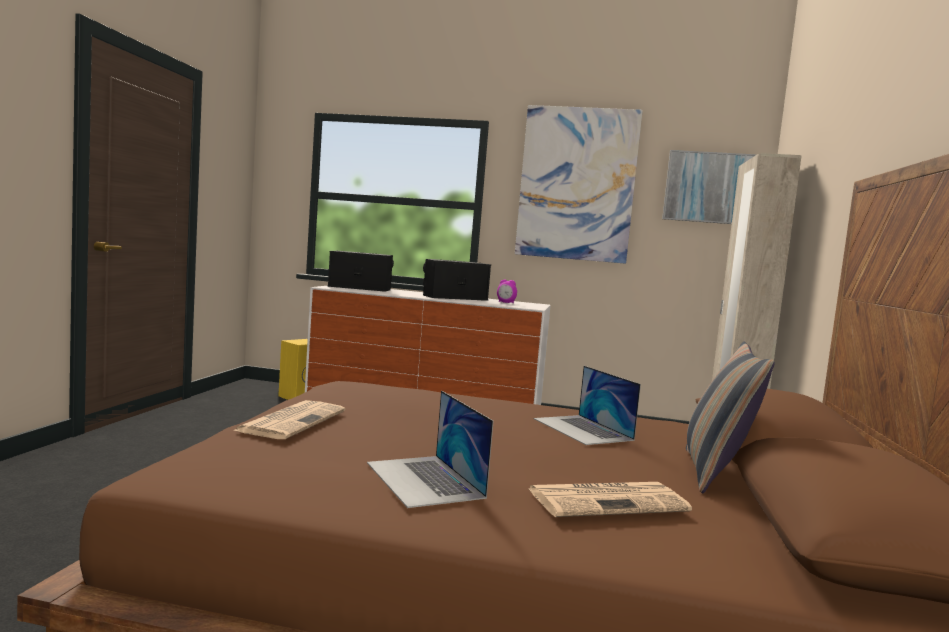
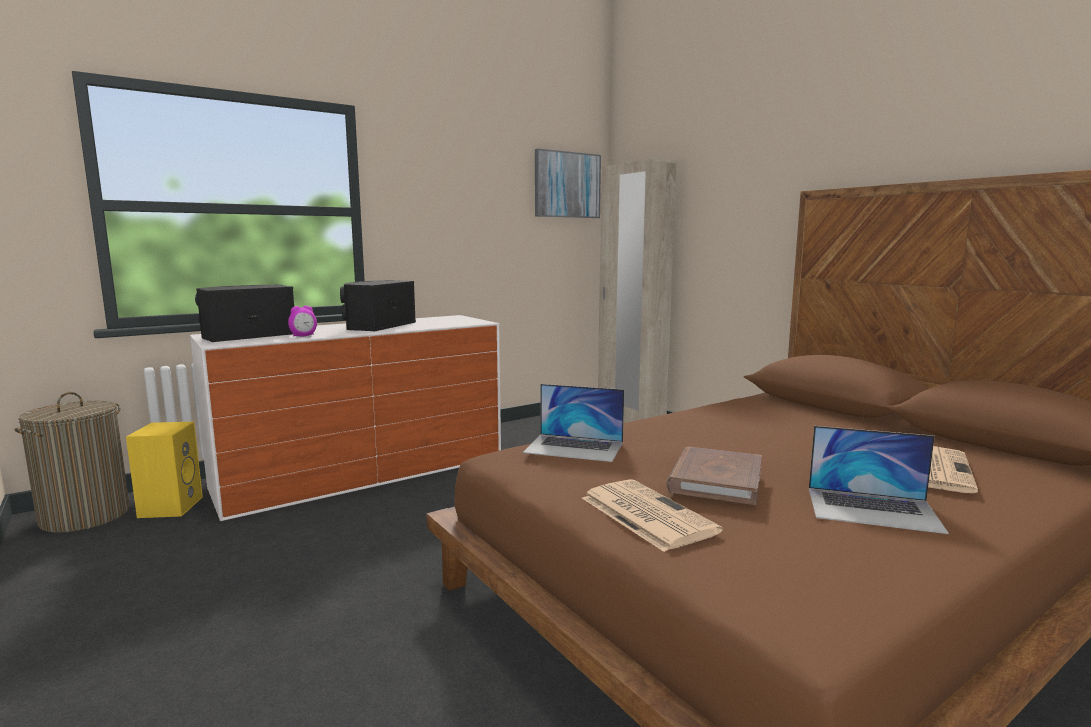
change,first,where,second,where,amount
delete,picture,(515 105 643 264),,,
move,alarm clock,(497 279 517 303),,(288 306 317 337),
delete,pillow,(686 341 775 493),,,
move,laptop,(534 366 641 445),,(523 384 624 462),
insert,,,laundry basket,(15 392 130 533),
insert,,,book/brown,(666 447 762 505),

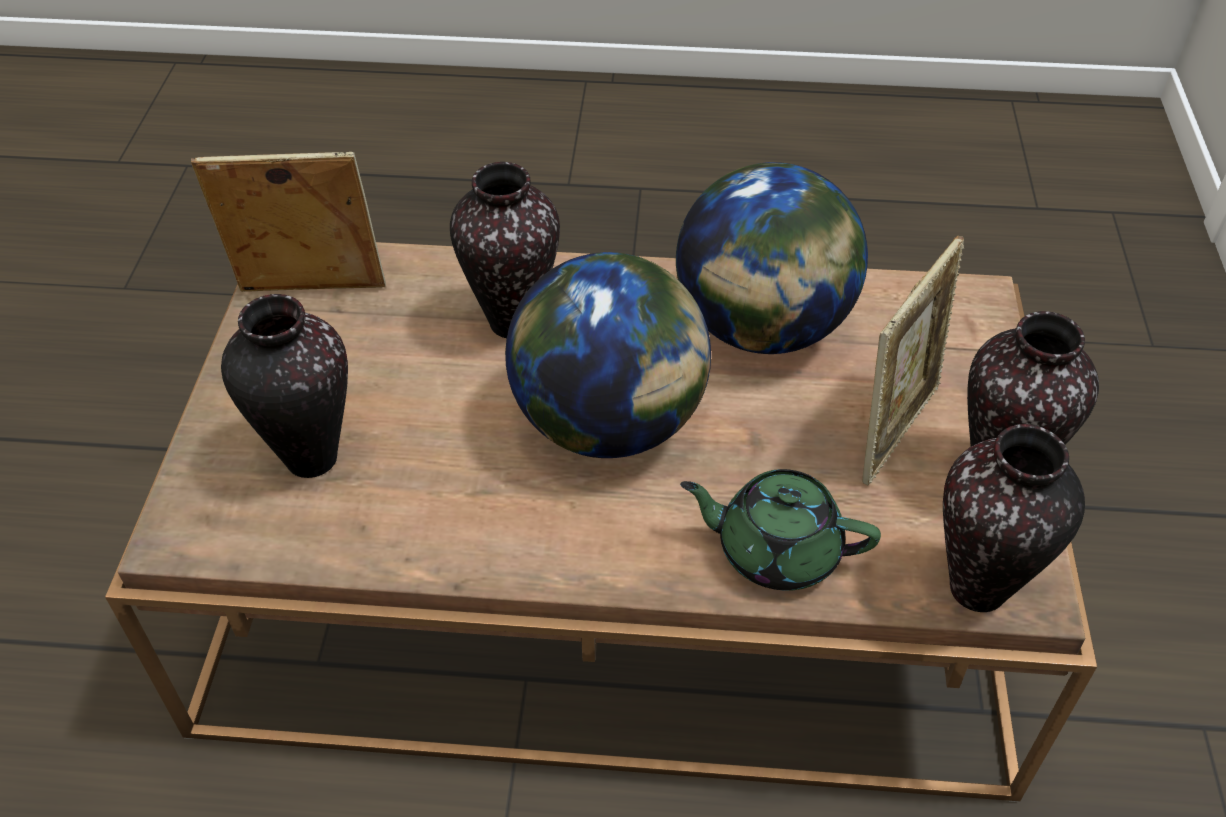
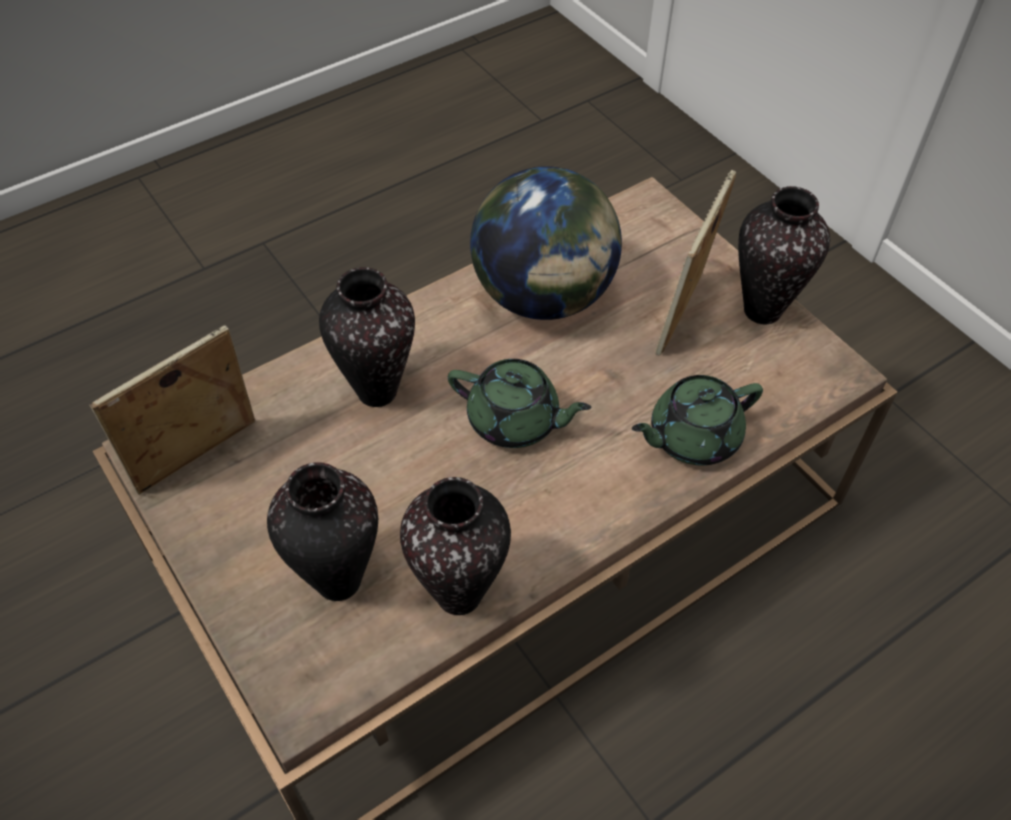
change,first,where,second,where,amount
rotate,picture frame,(862 236 964 486),,(655 170 736 356),150 degrees counterclockwise
replace,globe,(505 252 711 458),teapot/green,(448 359 591 448),
move,vase,(943 424 1085 612),,(400 477 511 615),

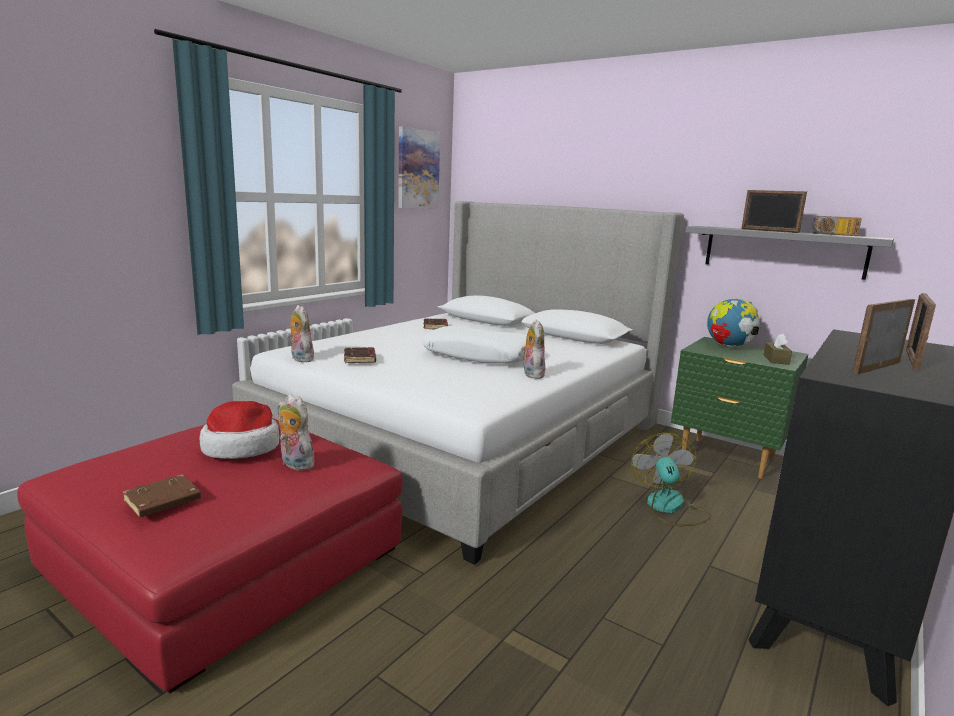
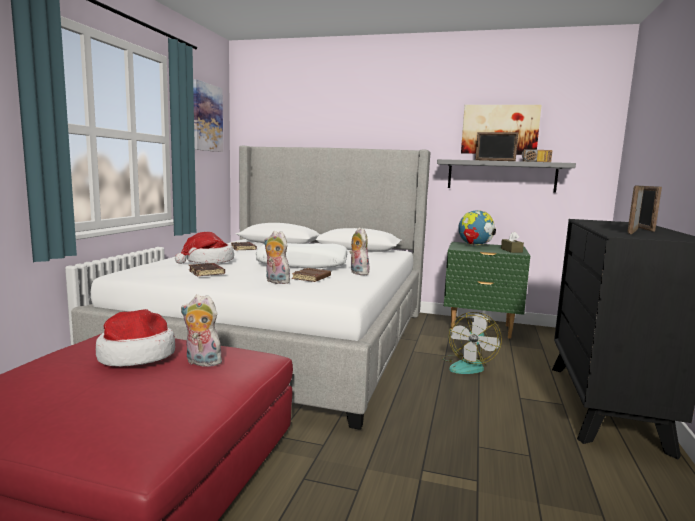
change,first,where,second,where,amount
move,plush toy,(288 305 315 362),,(264 231 290 284),
rotate,fan,(631 433 712 526),,(442 312 502 374),135 degrees counterclockwise
move,book/brown,(123 474 201 518),,(292 268 331 282),
insert,,,picture,(461 105 541 155),
insert,,,hat,(175 232 234 264),

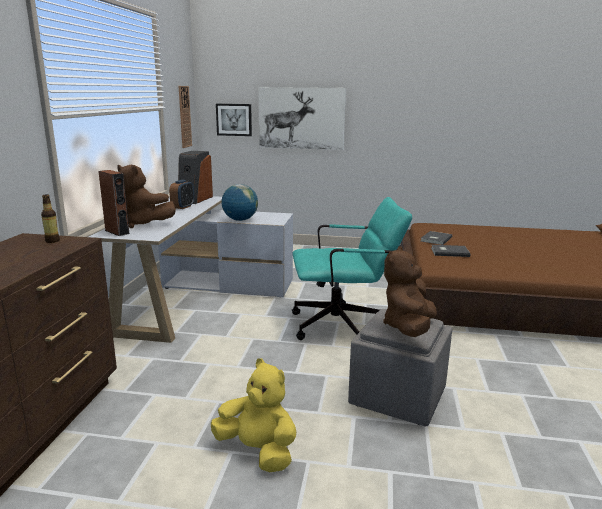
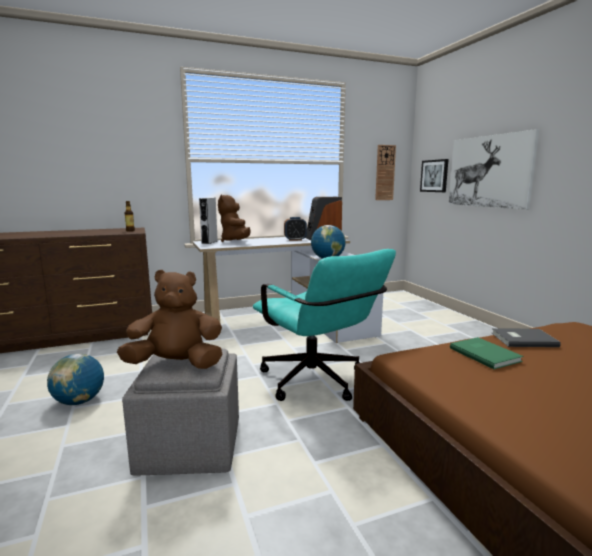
change,first,where,second,where,amount
recolor,speaker/brown,(98 170 129 236),speaker/grey,(199 198 218 244),
recolor,book/grey,(431 245 471 257),book/green,(450 337 523 369),
replace,plush toy/yellow,(211 358 296 472),globe,(47 354 104 405),

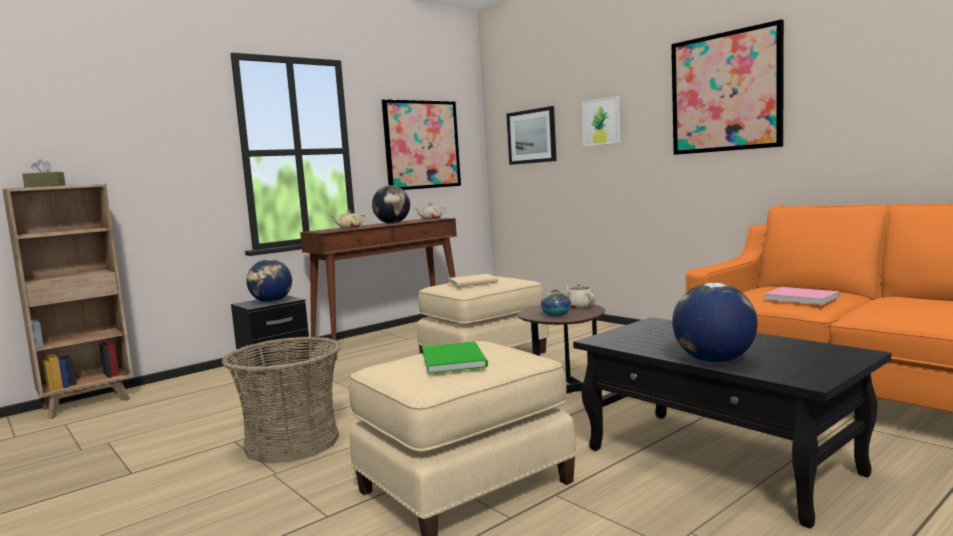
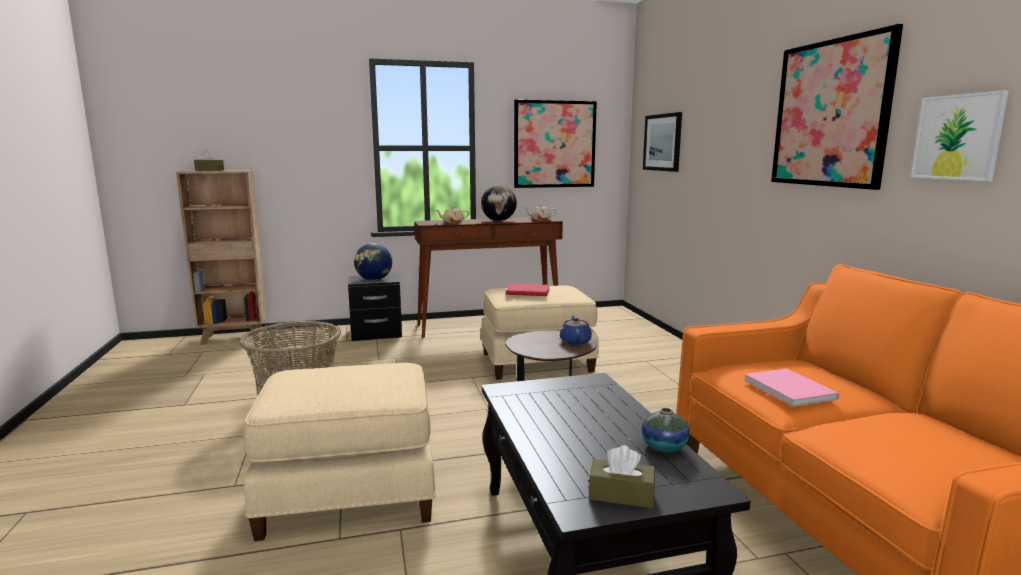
change,first,where,second,where,amount
move,picture,(582 96 621 146),,(911 90 1009 181),
recolor,book/beige,(448 274 498 287),book/red,(506 283 550 296),
recolor,teapot/beige,(564 283 596 309),teapot/blue,(560 316 592 345),
delete,globe,(672 283 757 363),,,
move,vase,(541 290 571 317),,(642 408 690 453),
delete,book/green,(422 341 488 374),,,
insert,,,tissue box/brown,(589 445 655 508),

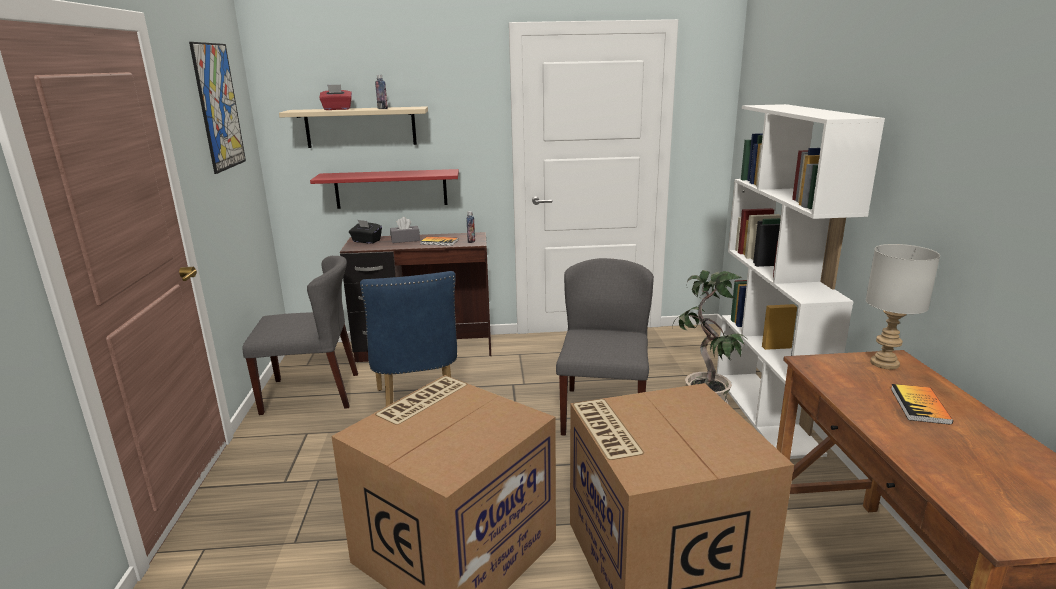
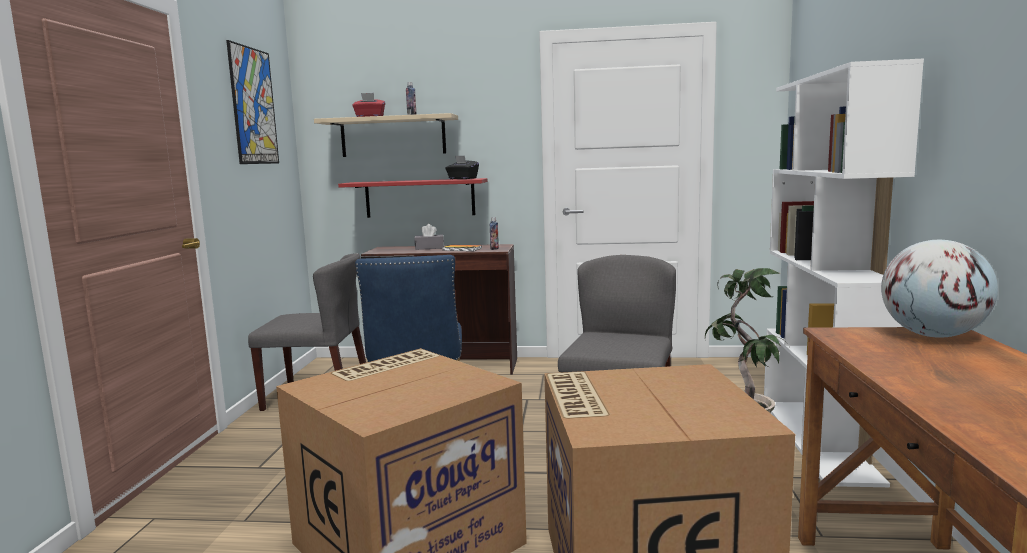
change,first,where,second,where,amount
move,tissue box/black,(349 220 382 244),,(445 155 479 179),
replace,table lamp/grey,(866 244 940 369),globe,(881 240 998 338),
delete,book,(891 384 953 425),,,

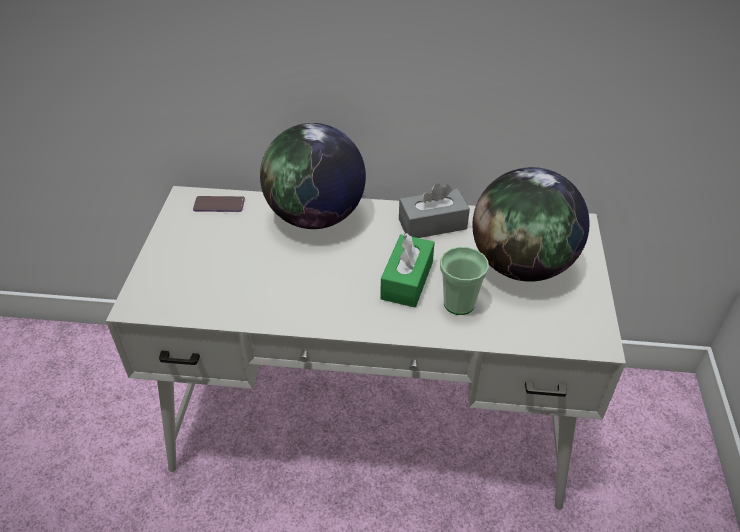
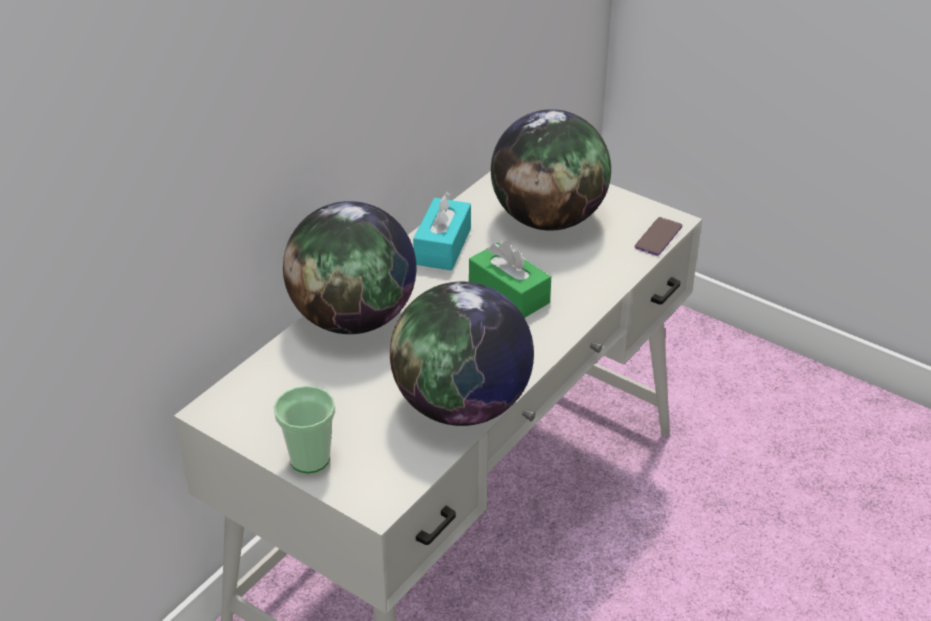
change,first,where,second,where,amount
recolor,tissue box/grey,(399 183 470 238),tissue box/turquoise,(413 191 471 271),
move,phone,(193 196 245 212),,(635 217 682 256),
move,cup,(440 247 489 315),,(274 386 335 474),
insert,,,globe,(390 282 534 426),

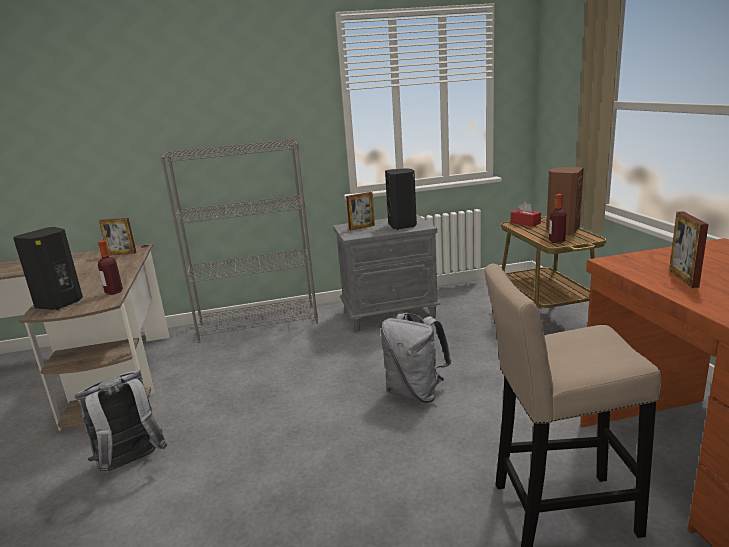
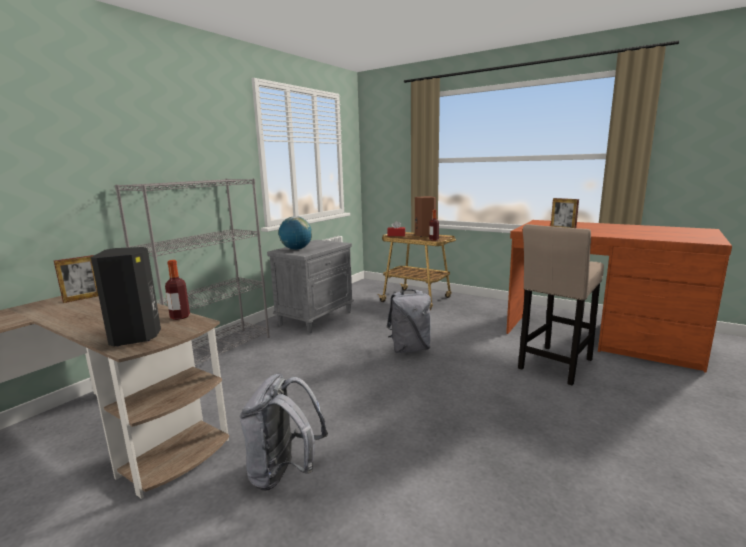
change,first,where,second,where,amount
delete,speaker/black,(385 168 417 230),,,
replace,picture frame,(346 192 375 230),globe,(279 216 312 250),

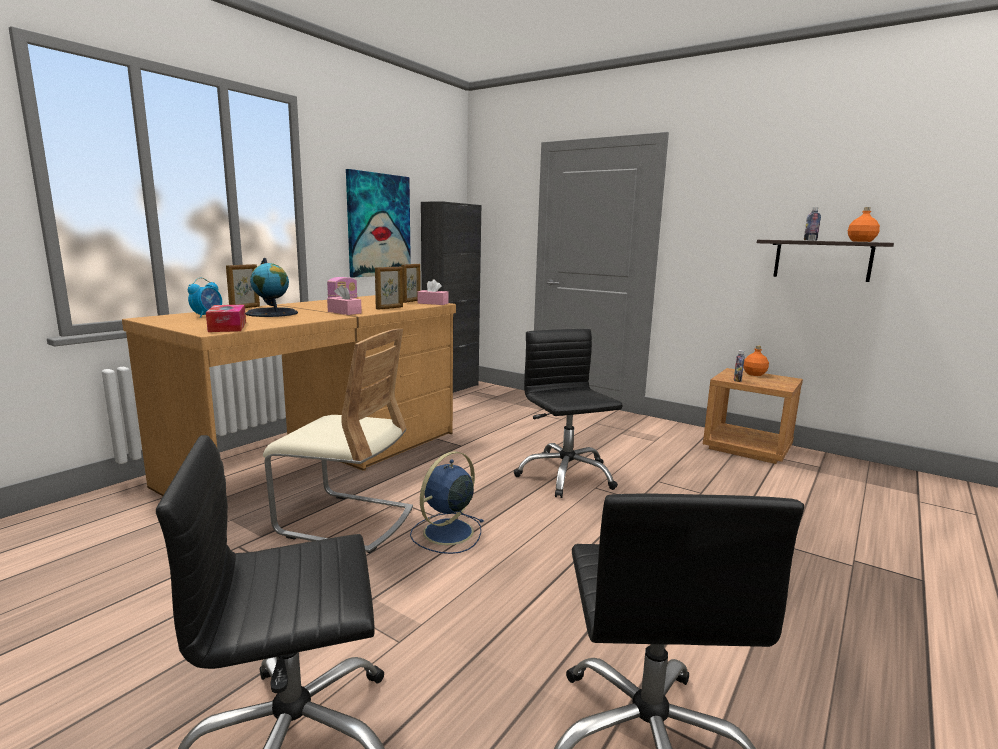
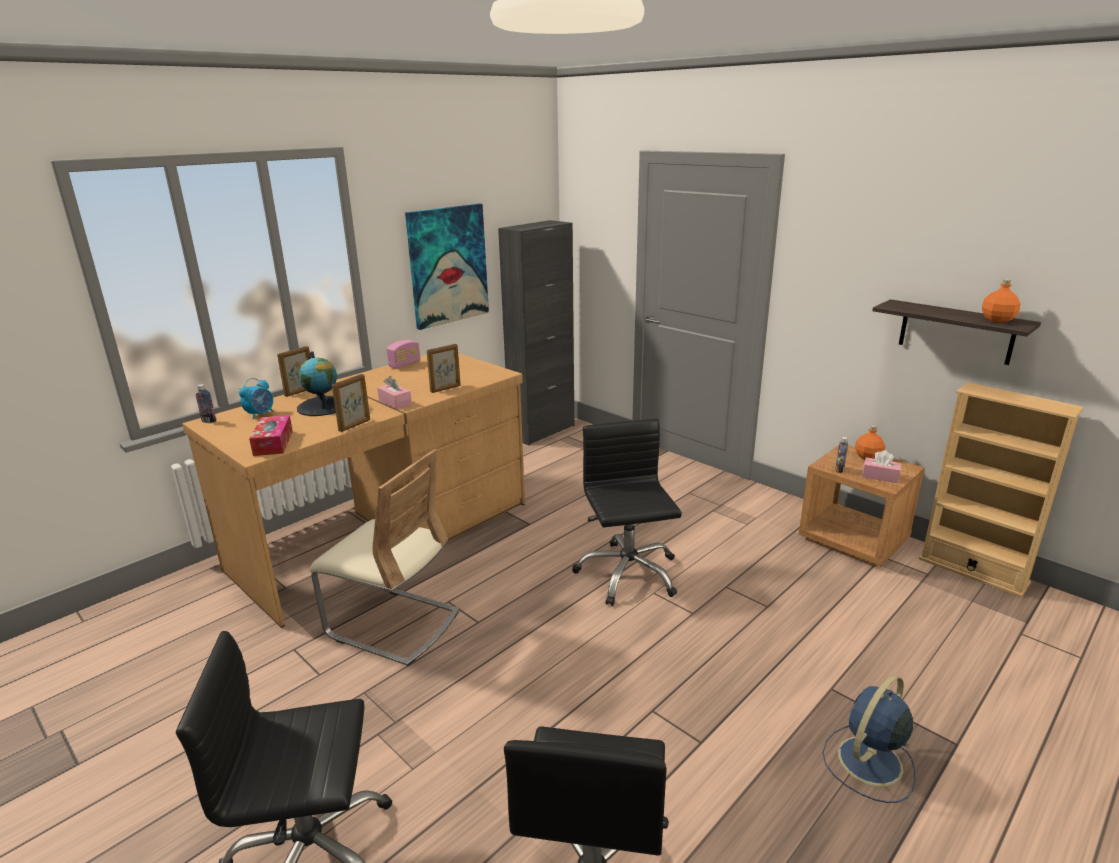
change,first,where,second,where,amount
move,bottle,(804 207 821 241),,(196 384 216 423),
move,picture frame,(401 264 421 303),,(332 374 370 432),
move,tissue box/pink,(418 279 449 305),,(862 450 901 483),
move,fan/blue,(410 451 483 554),,(822 675 915 803),
insert,,,bookcase/beige,(919 382 1084 597),

